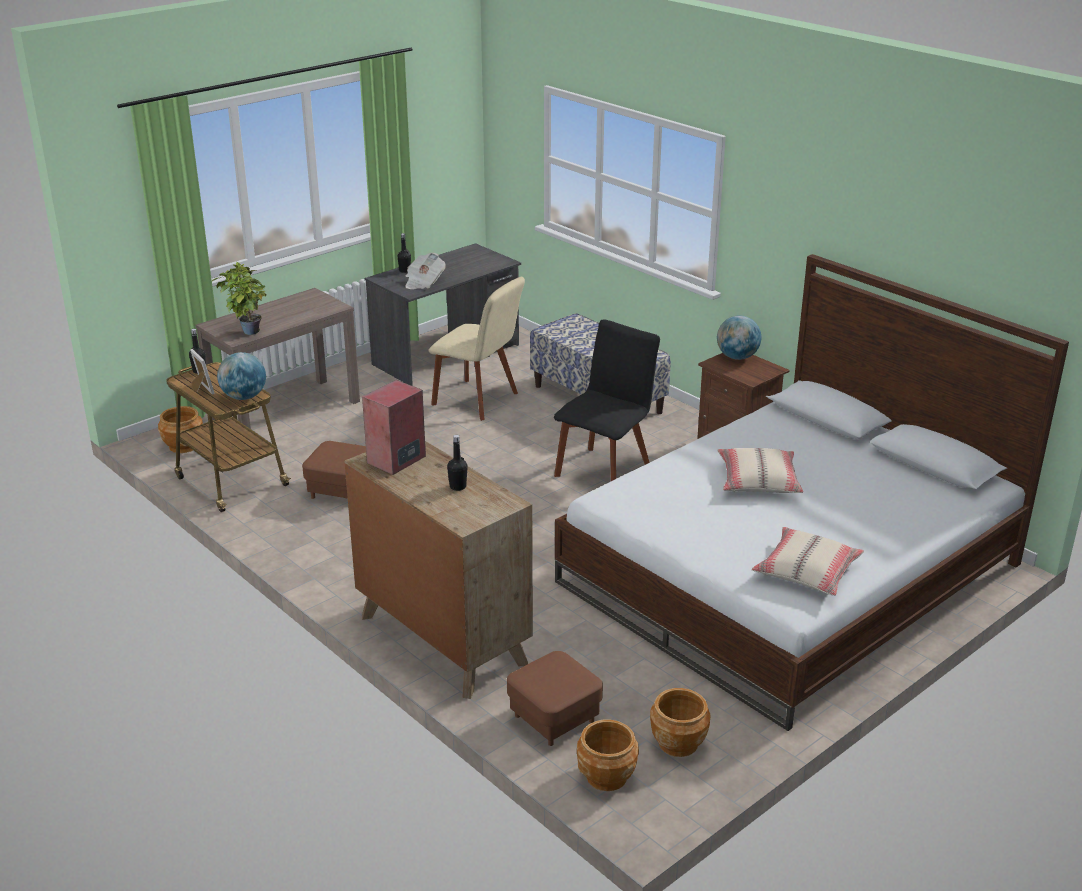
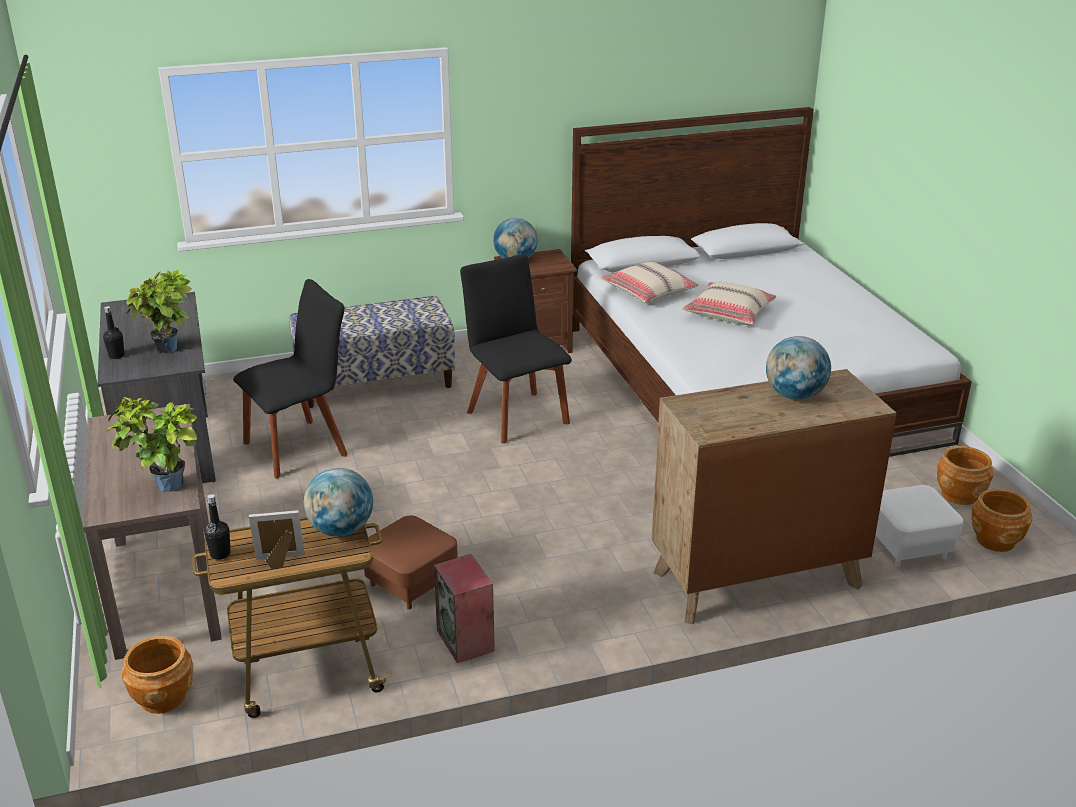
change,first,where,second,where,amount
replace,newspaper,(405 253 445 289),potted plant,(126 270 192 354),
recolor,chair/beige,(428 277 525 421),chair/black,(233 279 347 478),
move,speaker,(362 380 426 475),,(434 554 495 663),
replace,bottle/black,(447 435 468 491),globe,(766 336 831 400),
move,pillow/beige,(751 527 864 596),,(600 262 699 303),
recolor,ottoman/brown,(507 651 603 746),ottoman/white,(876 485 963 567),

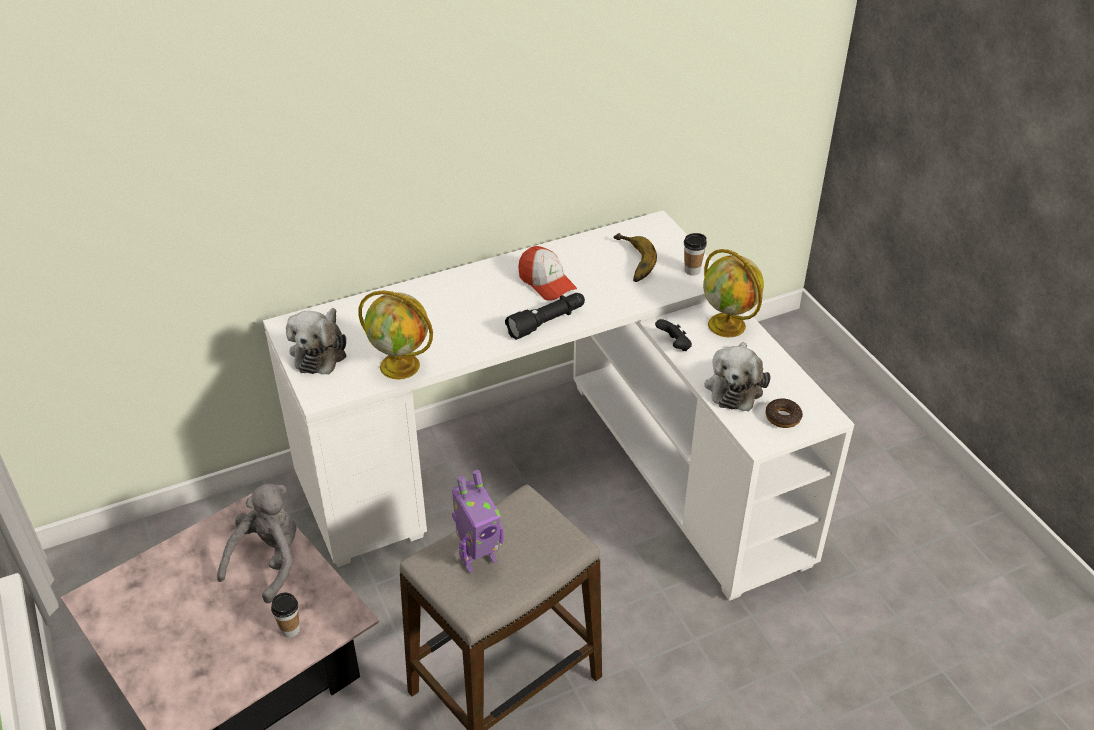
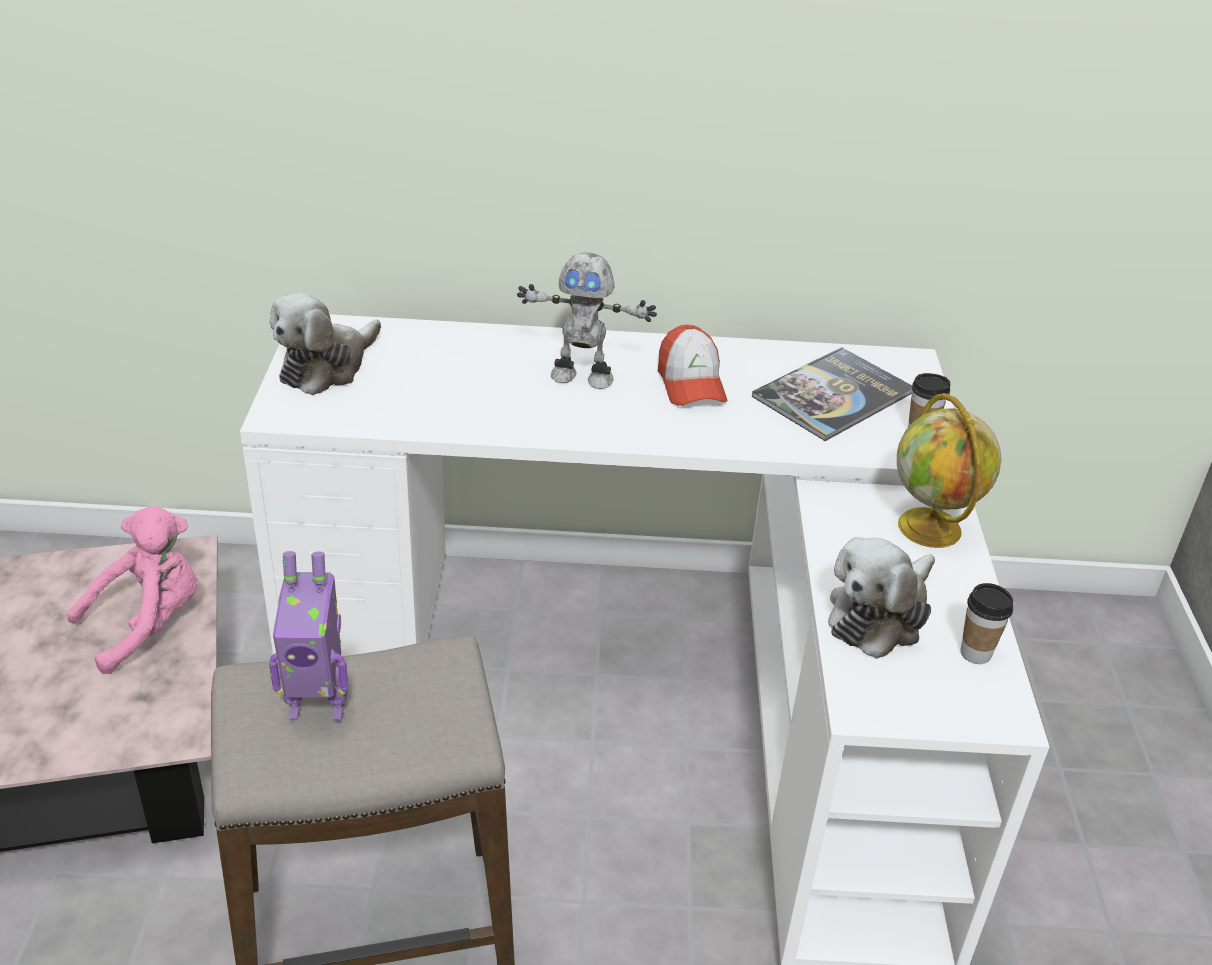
change,first,where,second,where,amount
replace,banana,(613 233 657 282),book,(752 347 913 441),
delete,globe,(358 290 433 379),,,
delete,flashlight/black,(505 293 585 340),,,
delete,game controller/black,(655 319 692 351),,,
delete,donut,(765 398 803 428),,,
recolor,plush toy/grey,(217 483 297 604),plush toy/pink,(67 506 198 674),
move,cup,(271 593 300 638),,(960 583 1013 664),
insert,,,toy robot,(517 252 657 389),

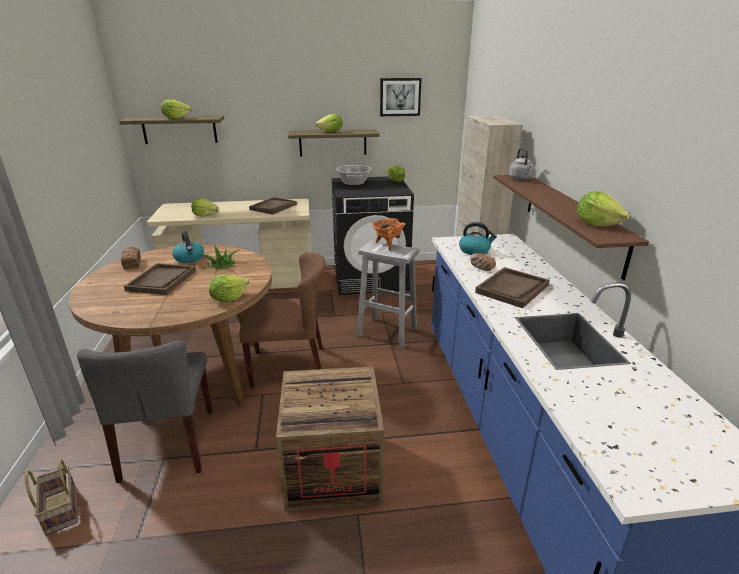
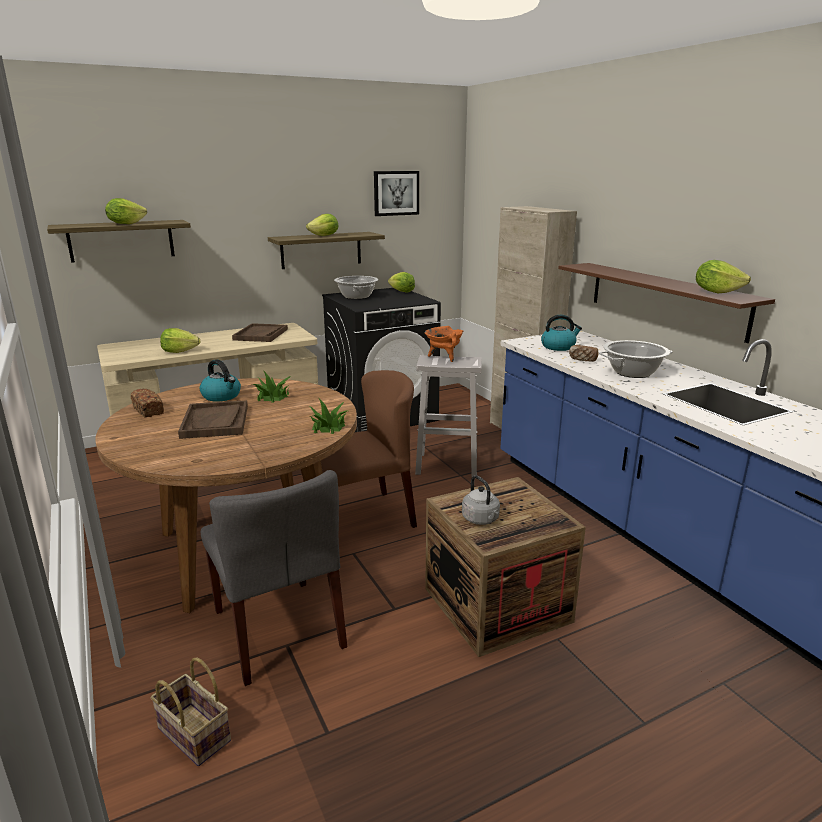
change,first,where,second,where,amount
move,kettle/grey,(509 148 534 180),,(462 475 500 525),
replace,tray/brown,(475 267 550 308),cooking pot,(599 340 673 378),
replace,lettuce,(209 274 249 302),potted plant,(310 399 347 434),

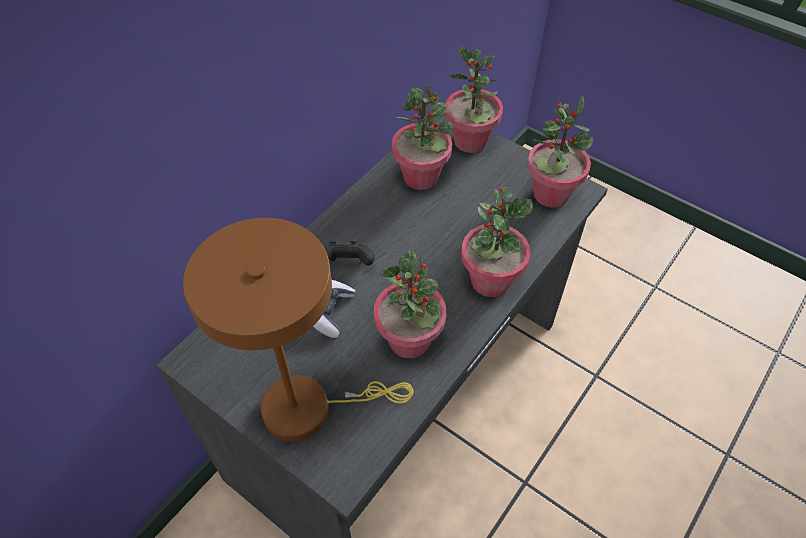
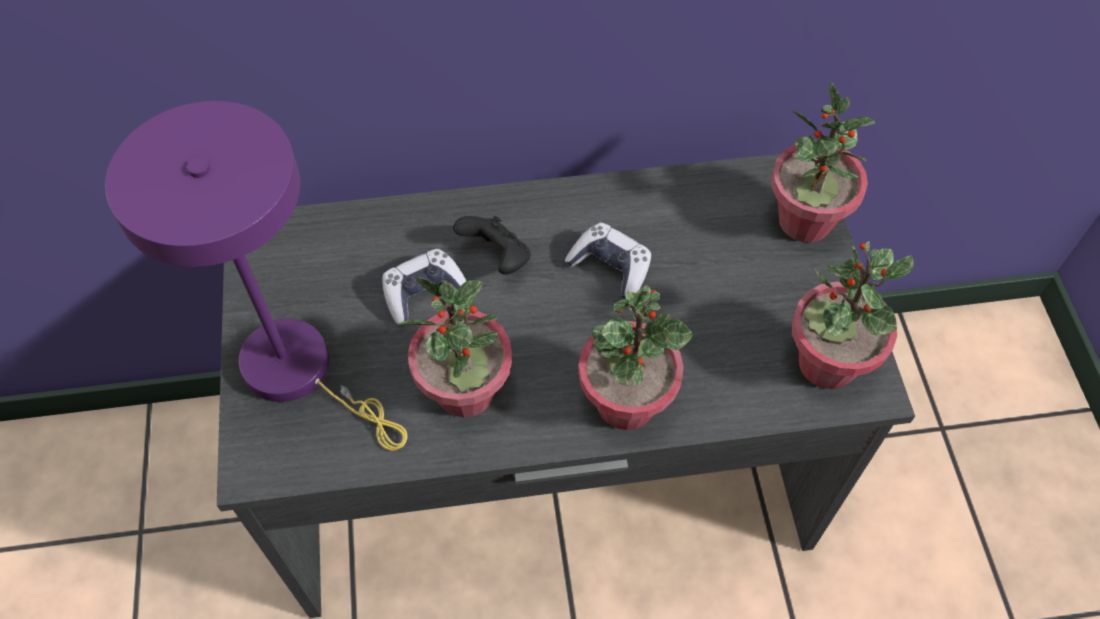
change,first,where,second,where,amount
delete,potted plant,(392 83 453 190),,,
recolor,table lamp/brown,(183 218 413 442),table lamp/purple,(105 101 407 451),
insert,,,game controller,(565 223 651 299),

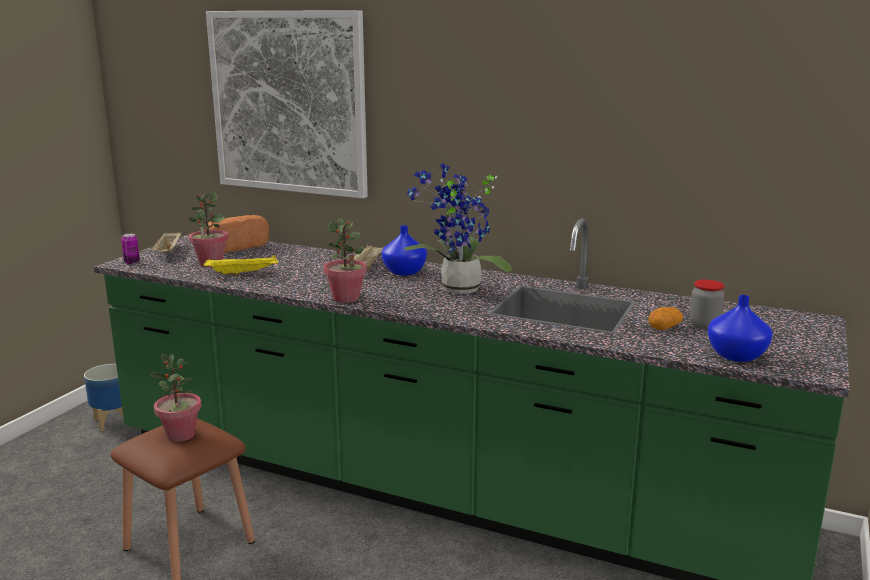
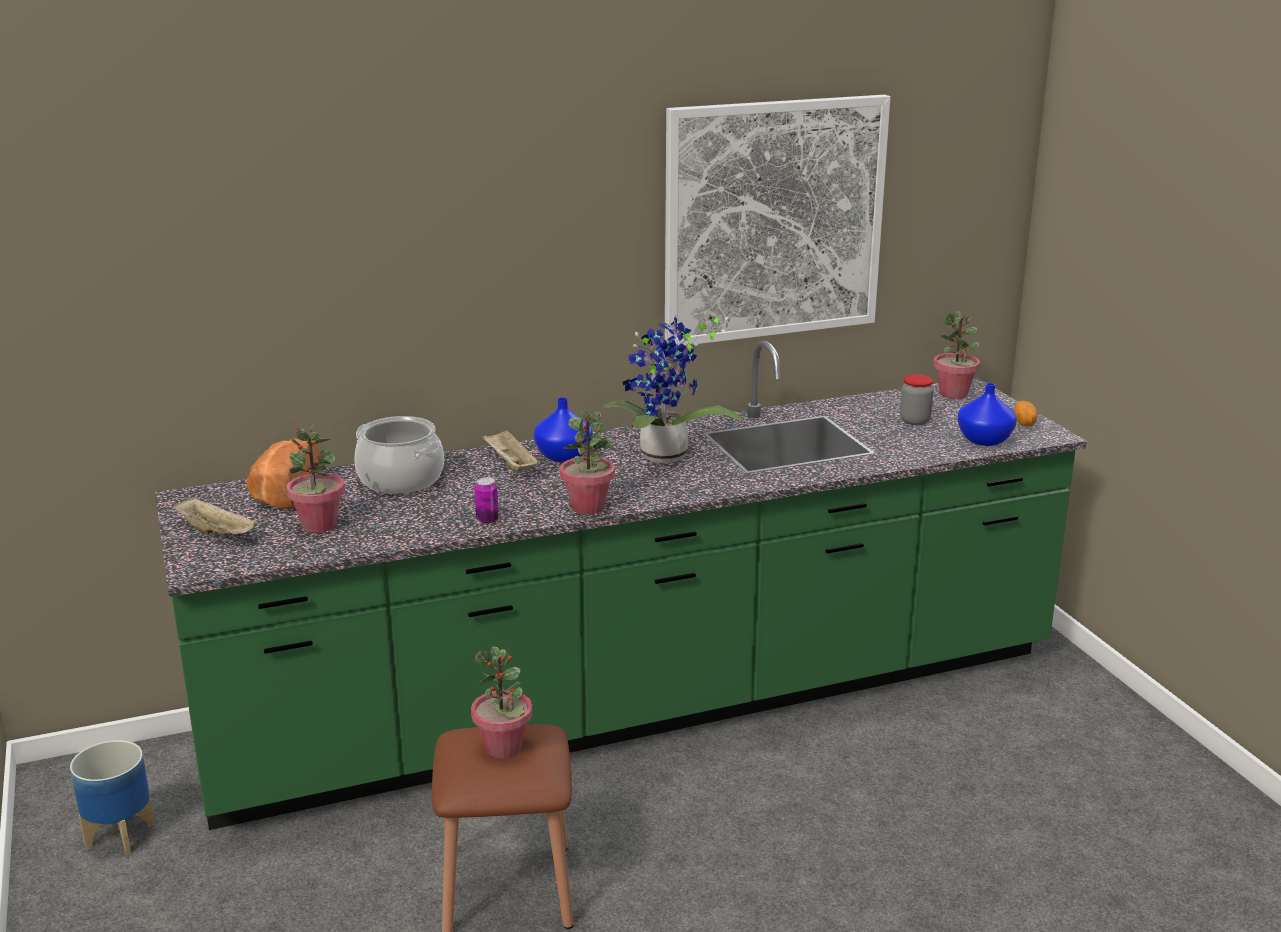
change,first,where,second,where,amount
move,picture,(206 10 368 198),,(665 95 891 345),
move,can,(121 234 140 264),,(475 477 498 523),
delete,tray/yellow,(204 255 278 276),,,
move,potato,(648 307 683 330),,(1014 401 1038 426),
insert,,,potted plant,(933 311 980 399),
insert,,,cooking pot,(355 416 444 494),

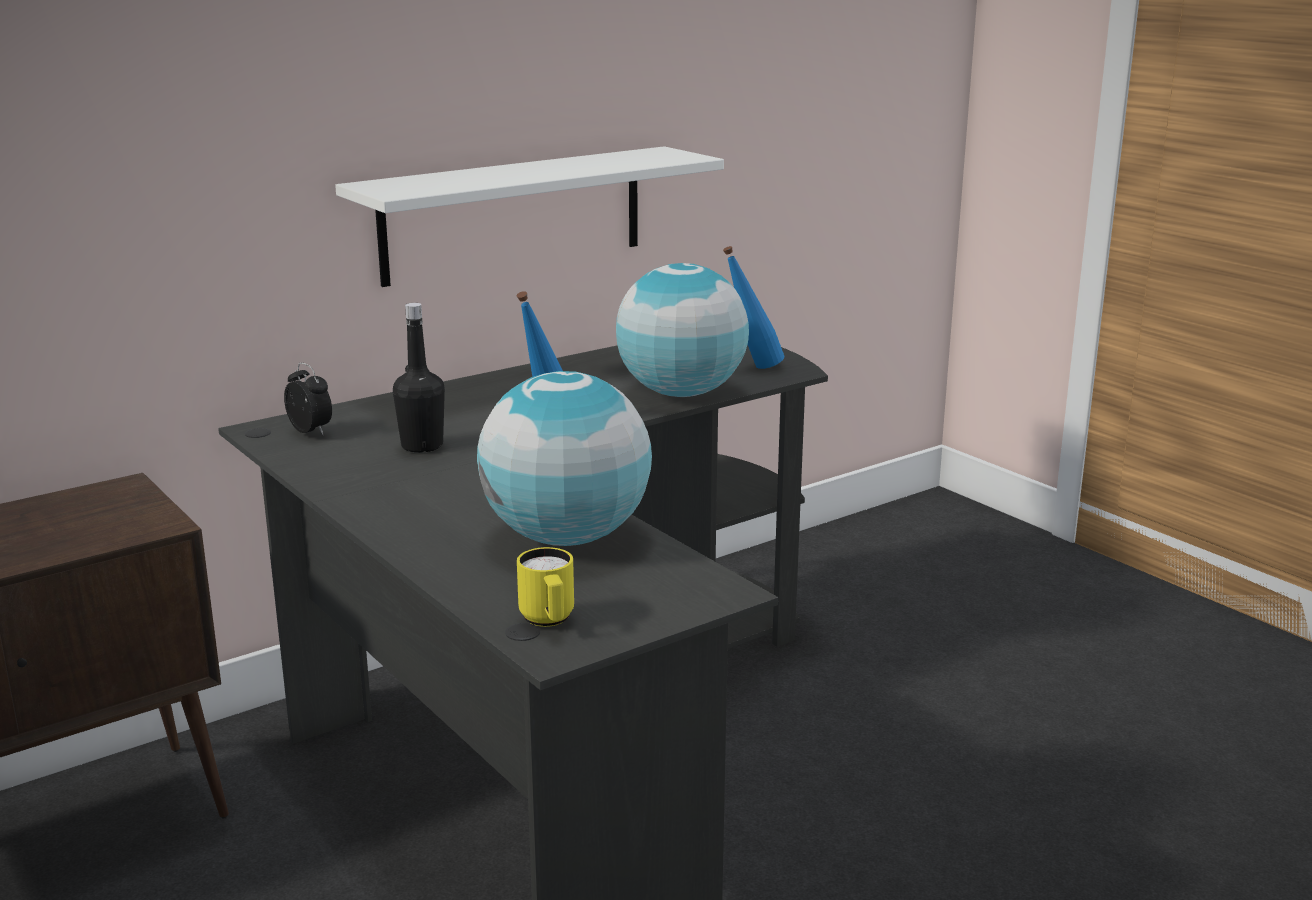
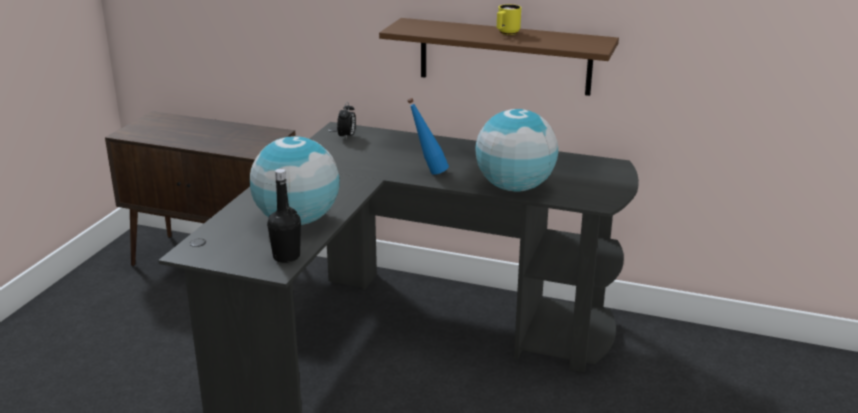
change,first,where,second,where,amount
recolor,shelf/white,(335 146 724 287),shelf/brown,(379 18 619 96),
delete,bottle/blue,(723 246 784 369),,,
move,bottle/black,(393 303 445 453),,(267 169 301 263),
move,mug/yellow,(517 547 574 627),,(497 4 521 35),

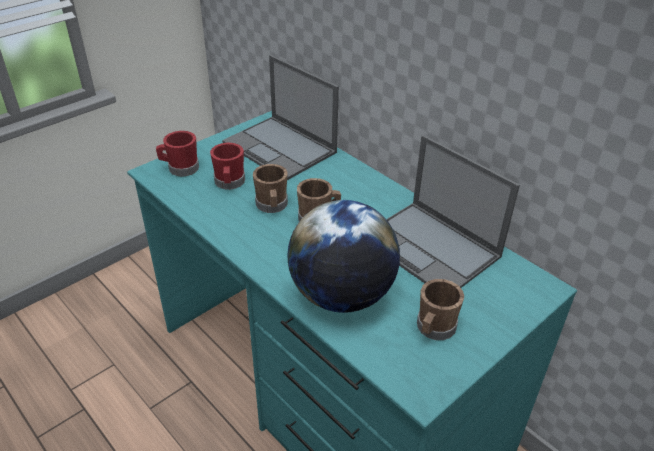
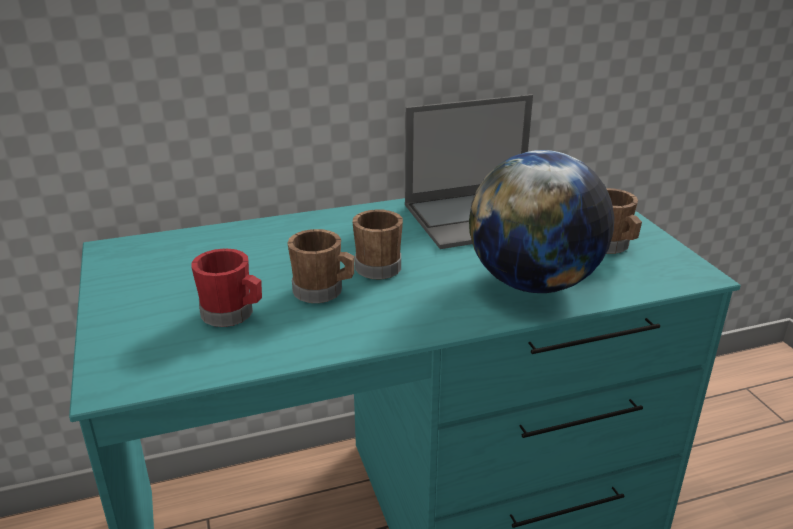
change,first,where,second,where,amount
delete,laptop,(222 55 339 180),,,
delete,mug/red,(156 131 199 177),,,

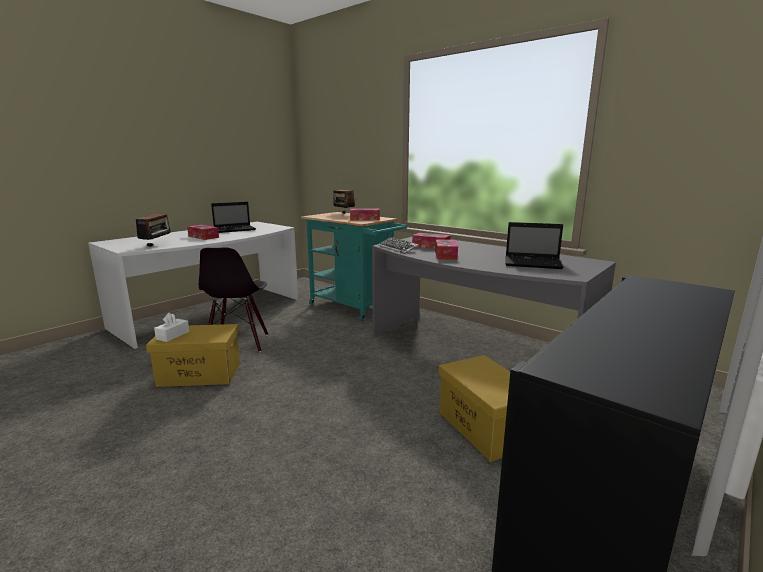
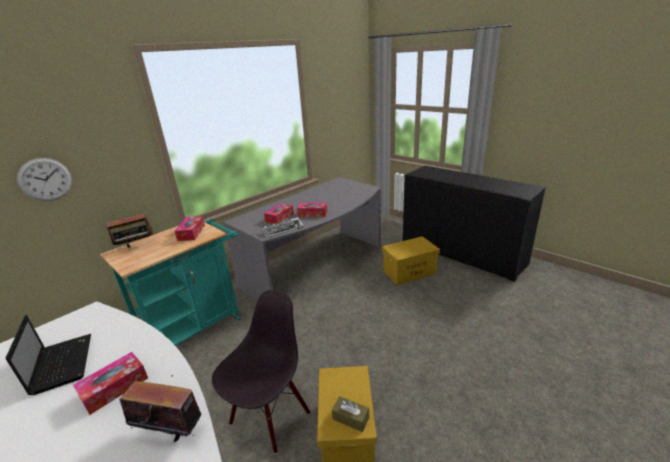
change,first,where,second,where,amount
delete,laptop,(505 222 563 269),,,
rotate,chair/black,(199 248 268 352),,(212 290 310 454),60 degrees counterclockwise
recolor,tissue box/white,(154 313 190 342),tissue box/brown,(332 396 369 432),
insert,,,wall clock,(17 158 72 201),

